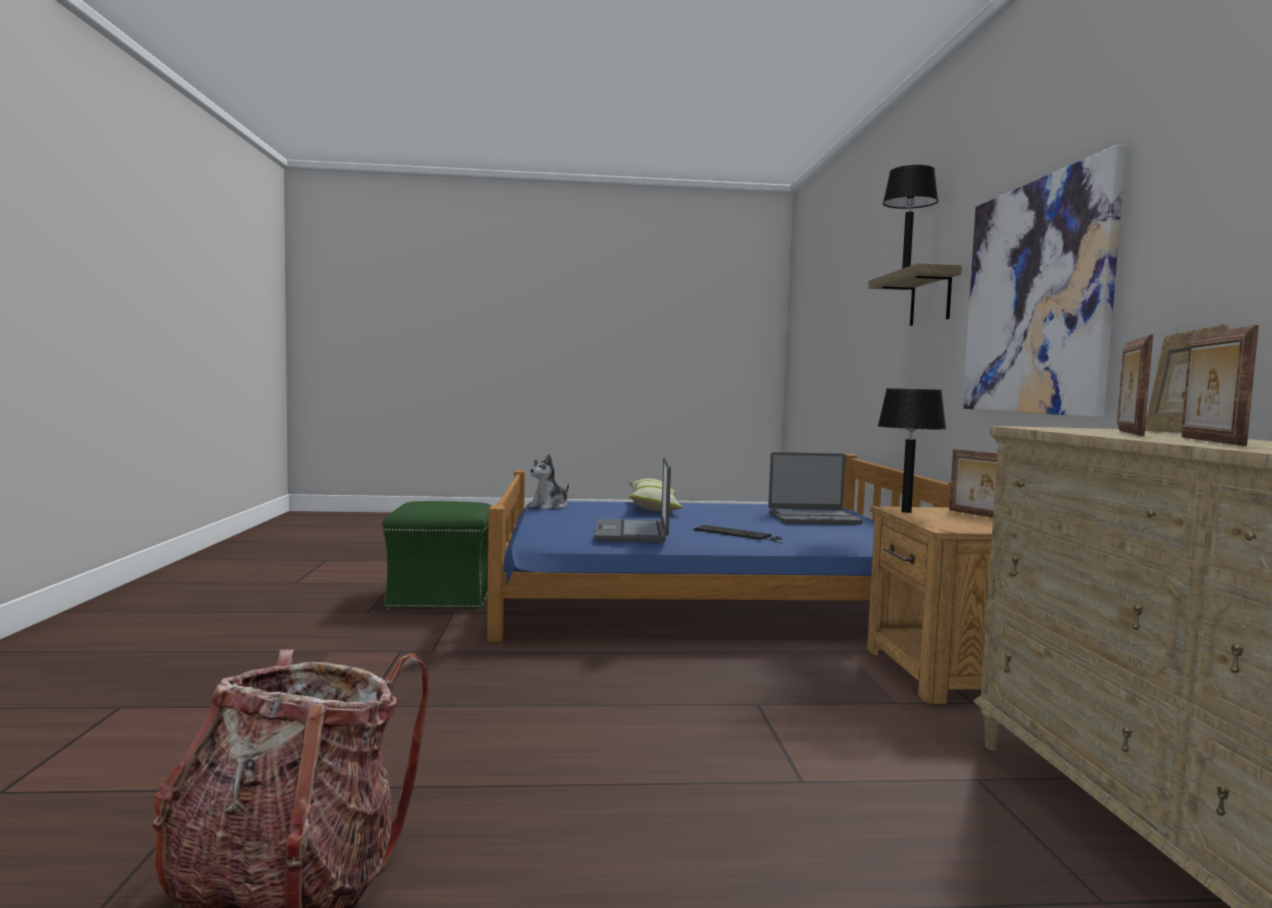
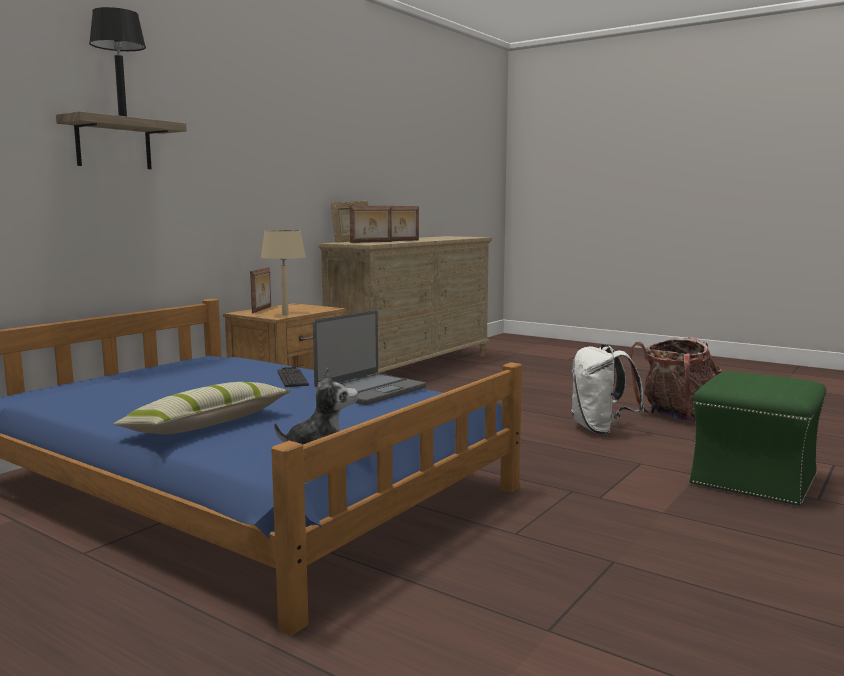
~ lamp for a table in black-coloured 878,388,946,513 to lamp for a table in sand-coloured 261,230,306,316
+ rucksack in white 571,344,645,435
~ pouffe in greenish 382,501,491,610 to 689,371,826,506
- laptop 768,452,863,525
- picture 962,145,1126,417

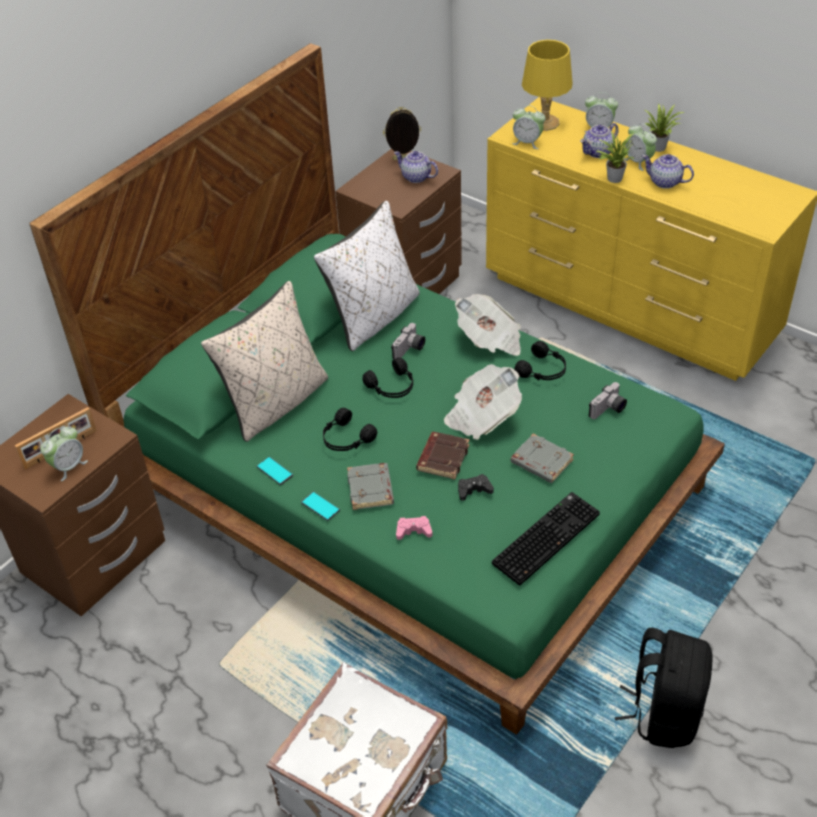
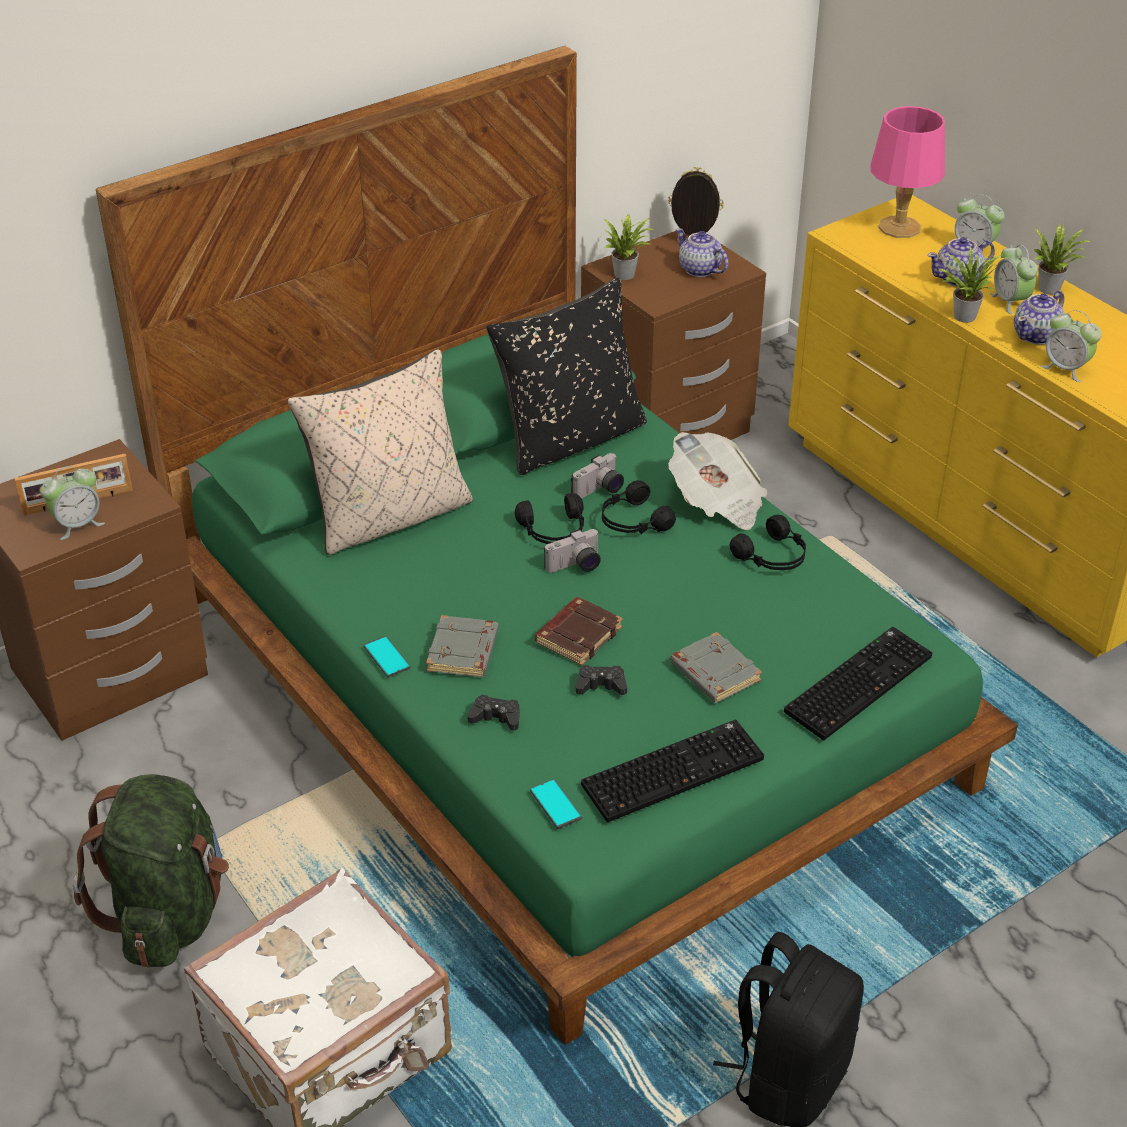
+ rucksack in greenish 73,774,229,967
~ joypad in pink 396,516,432,540 to joypad in black-coloured 467,695,520,731
~ throw pillow in white 314,201,420,351 to throw pillow in black-coloured 487,278,647,475
~ phone 257,457,293,485 to 530,779,582,829
~ still camera 589,382,627,419 to 544,529,601,573
~ headset in black-coloured 323,408,377,451 to 602,480,676,534
+ plant in a pot 603,215,654,280
+ PC keyboard 784,627,932,740
~ lamp for a table in yellowish 522,40,573,131 to lamp for a table in pink 870,106,945,238
~ pot for tea 642,154,694,189 = 1014,291,1064,345 90 degrees counterclockwise
~ bedside clock 512,105,545,149 to 1041,310,1102,382
- newspaper 444,364,522,440

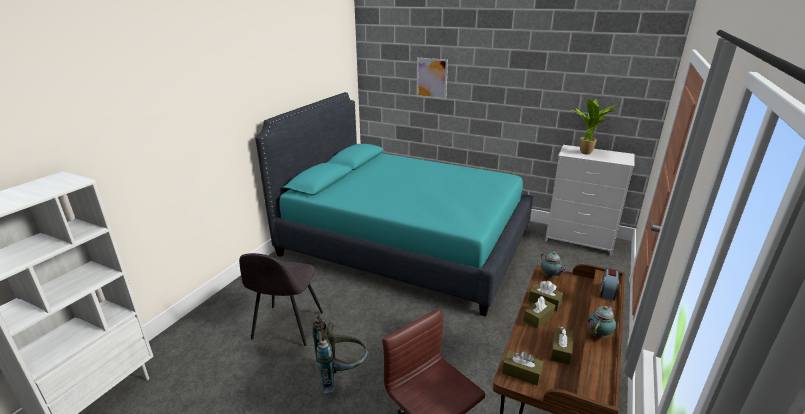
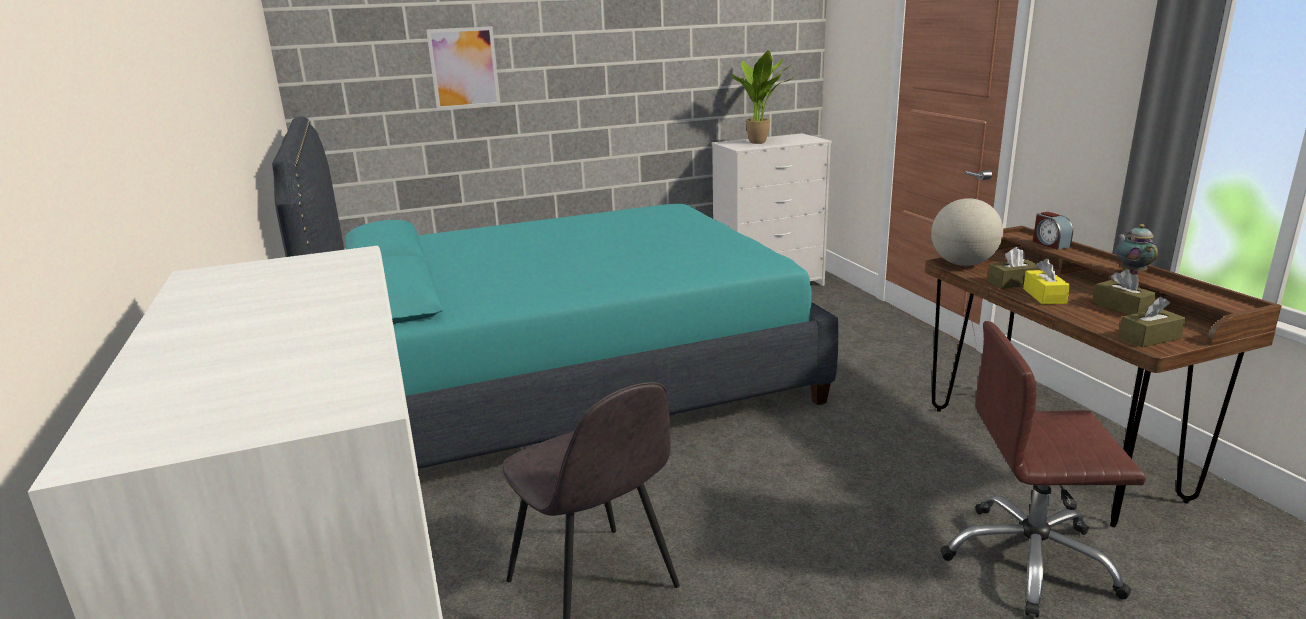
~ pot for tea 541,252,566,278 to globe 931,198,1003,266
~ tissue holder in brown-coloured 523,296,556,329 to tissue holder in yellowish 1023,259,1070,304
- rucksack in greyish 312,316,368,393

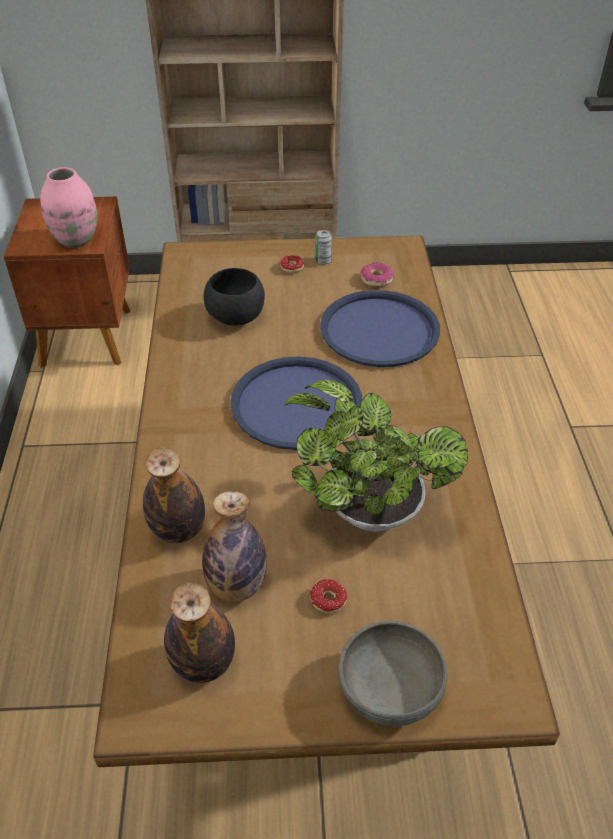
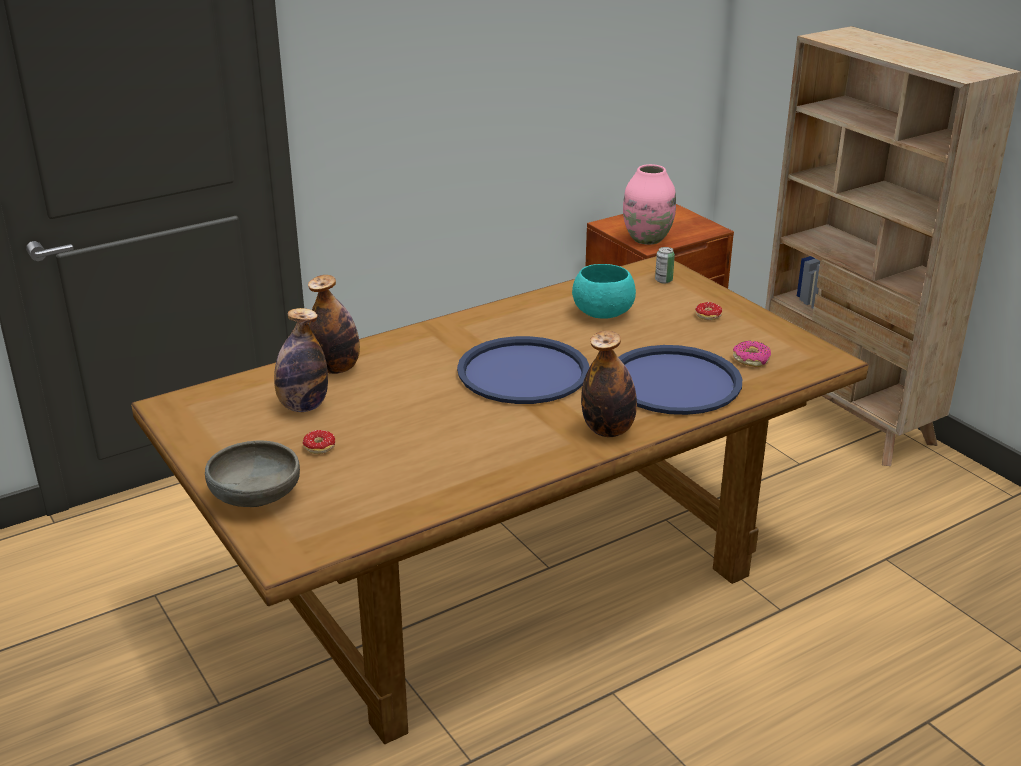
~ serving bowl in black-coloured 204,268,265,326 to serving bowl in blue-green 572,264,636,318
~ drink bottle 164,583,235,683 to 581,331,637,437
~ sealed can 315,230,332,265 to 655,247,675,284
- plant in a pot 282,380,468,532

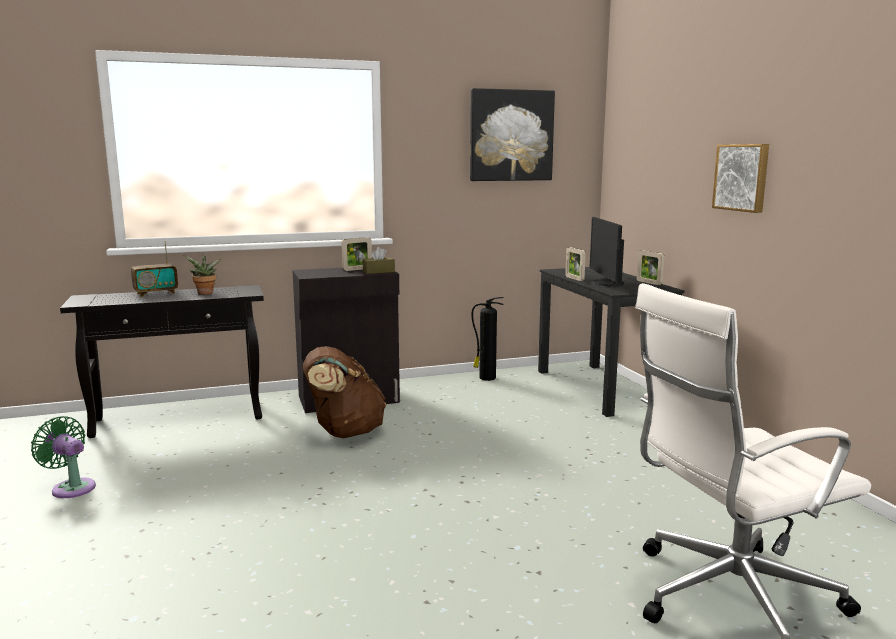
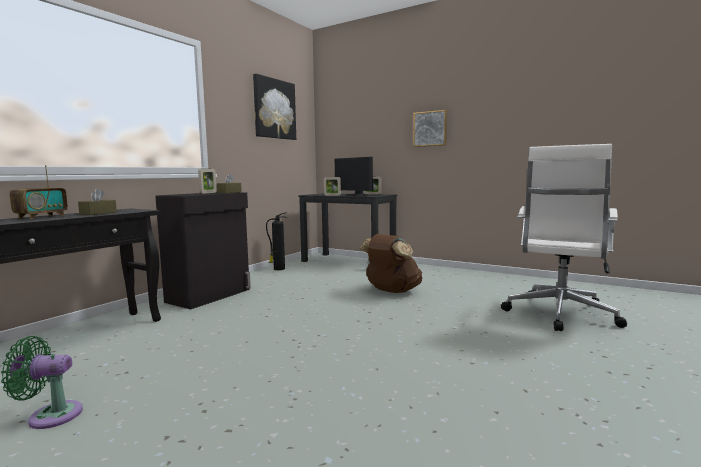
~ plant in a pot 183,253,221,295 to tissue holder in brown-coloured 78,188,117,215
~ rucksack in brown-coloured 303,346,386,438 to 360,234,422,293

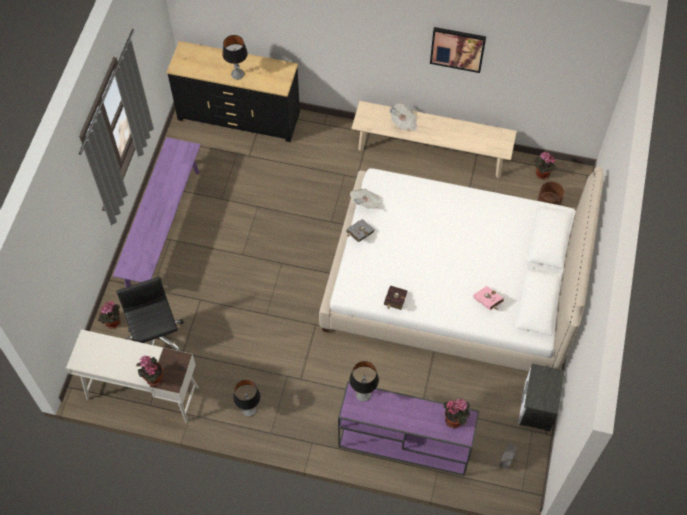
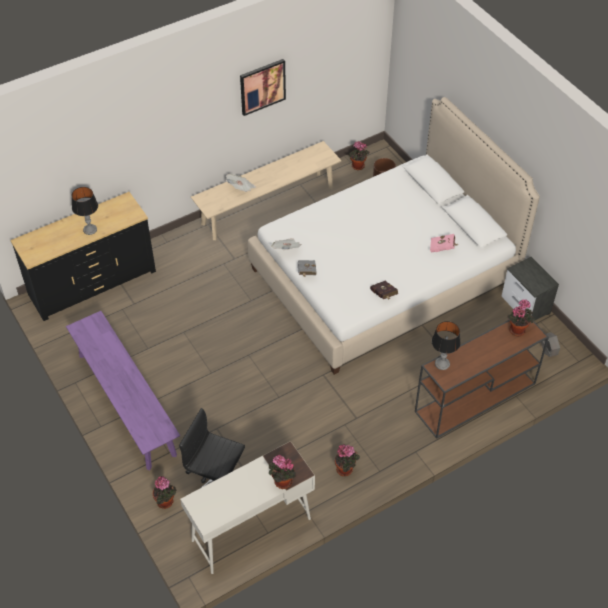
~ lamp for a table 233,380,261,417 to plant in a pot 335,445,360,476
~ console table in purple-coloured 338,381,479,476 to console table in brown-coloured 415,320,549,439

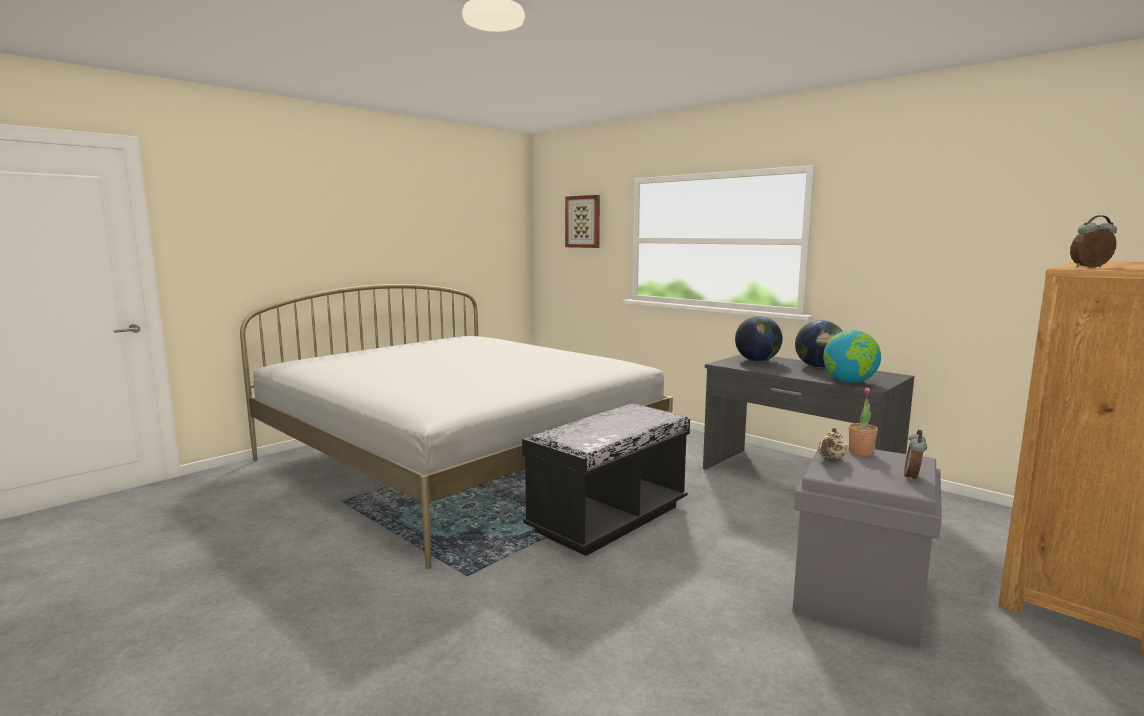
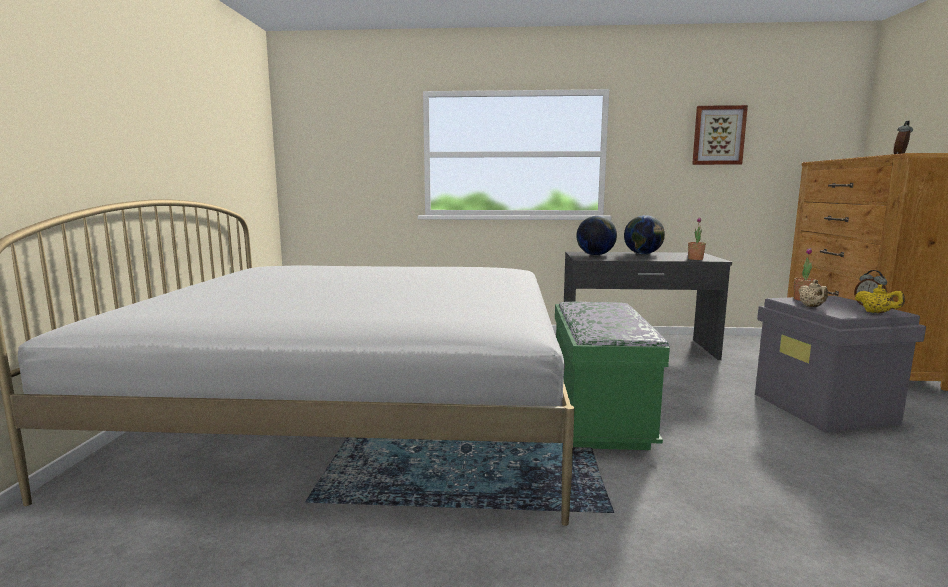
~ indoor bench in black-coloured 522,404,690,556 to indoor bench in greenish 555,302,670,450
~ globe 823,330,881,383 to plant in a pot 688,218,706,260
~ picture 565,195,600,248 to 692,105,748,165
+ pot for tea in yellowish 855,285,905,313

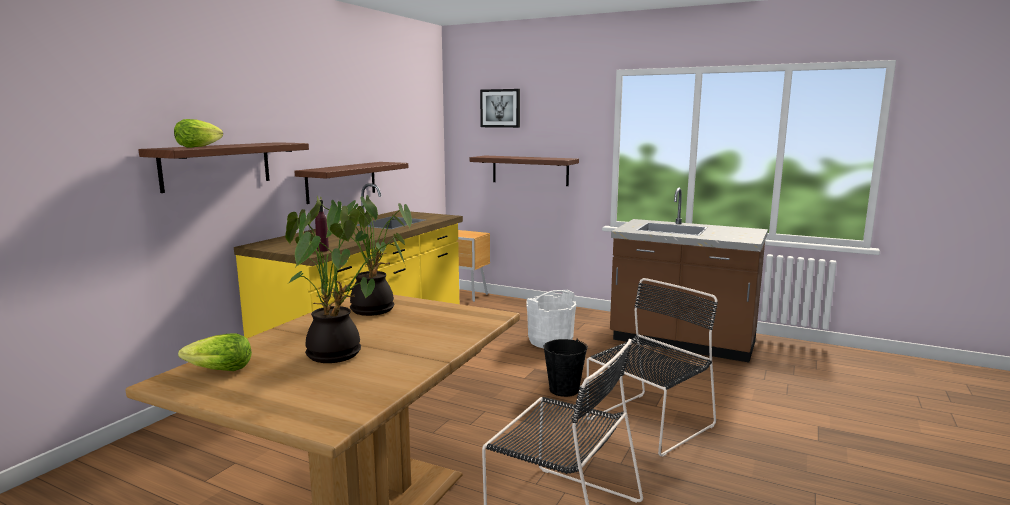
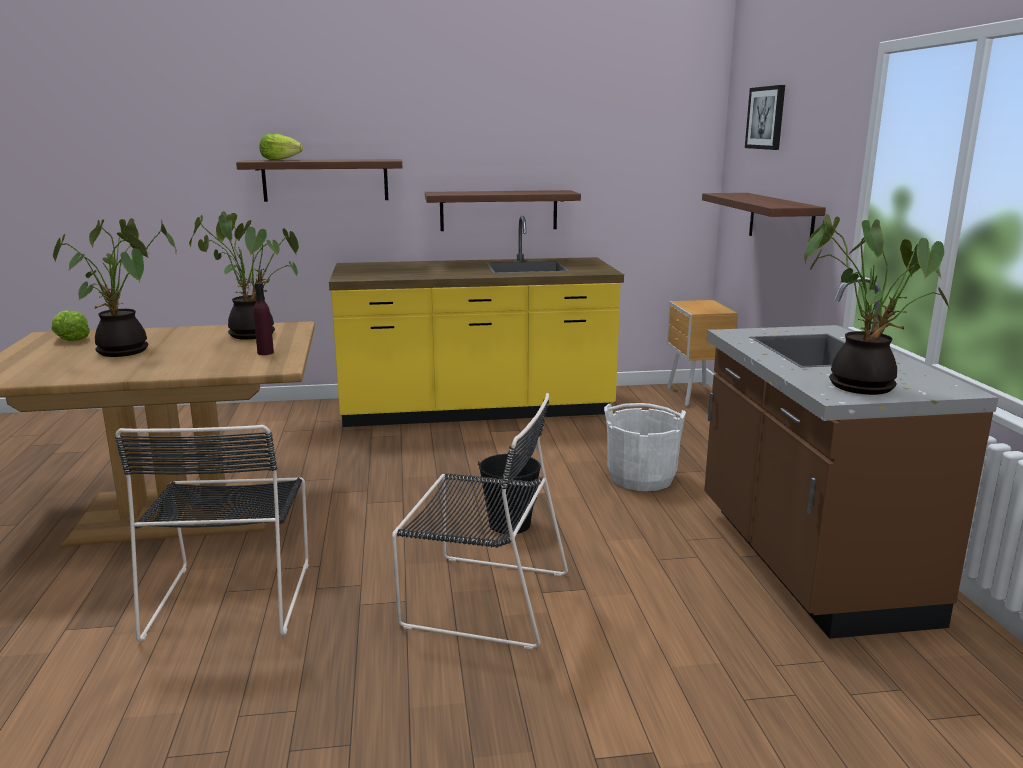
~ drink bottle in purple-coloured 315,200,329,252 to 254,283,274,355
+ plant in a pot 804,214,949,395

